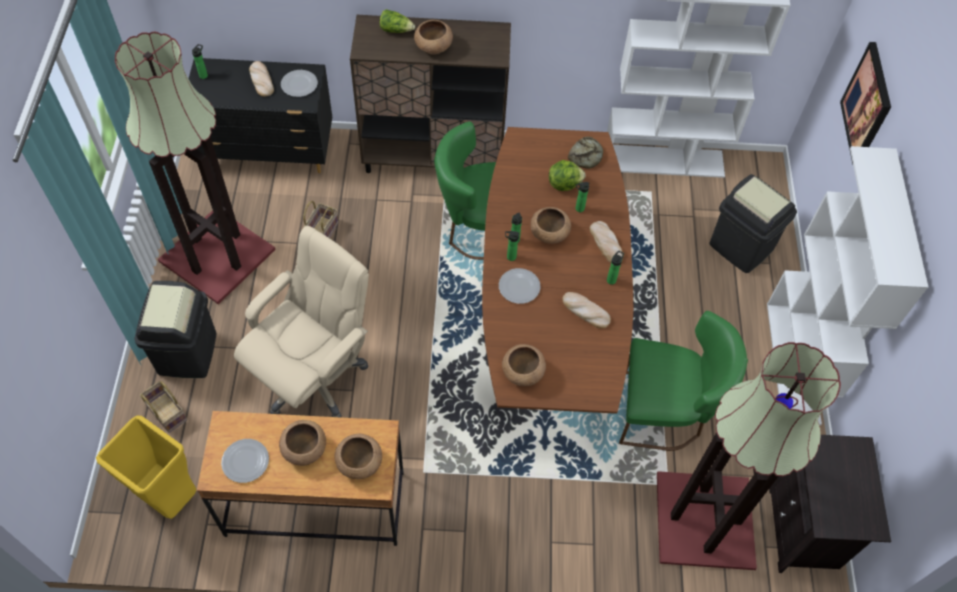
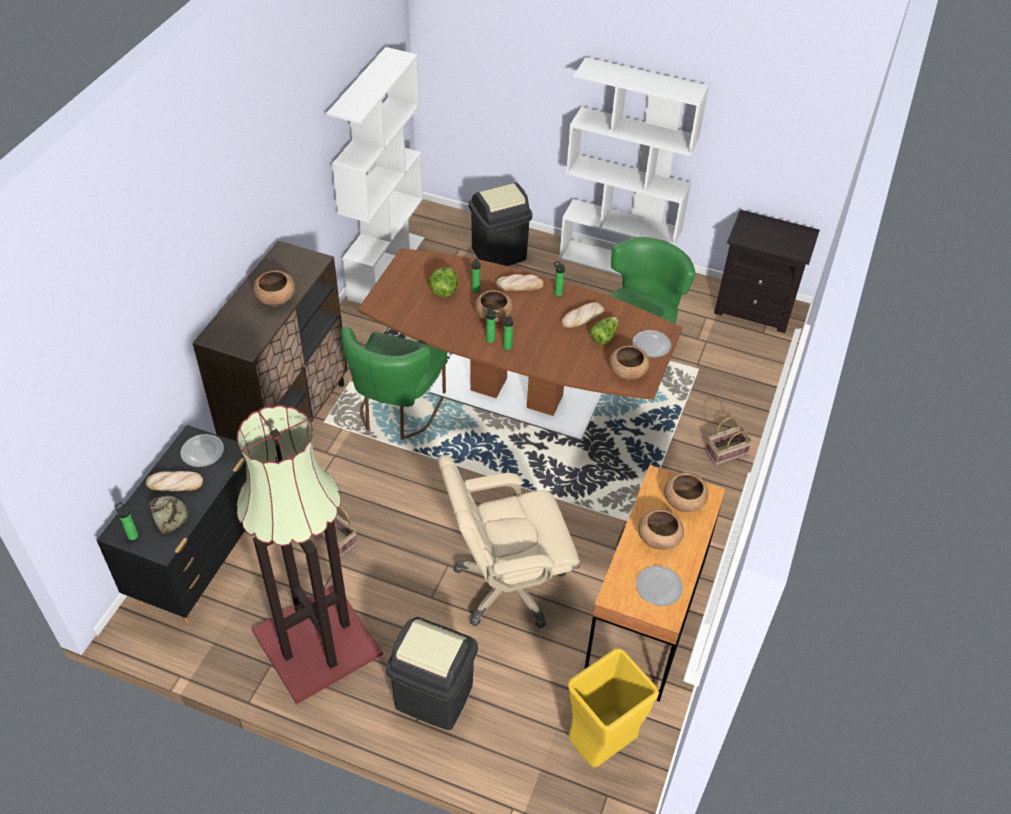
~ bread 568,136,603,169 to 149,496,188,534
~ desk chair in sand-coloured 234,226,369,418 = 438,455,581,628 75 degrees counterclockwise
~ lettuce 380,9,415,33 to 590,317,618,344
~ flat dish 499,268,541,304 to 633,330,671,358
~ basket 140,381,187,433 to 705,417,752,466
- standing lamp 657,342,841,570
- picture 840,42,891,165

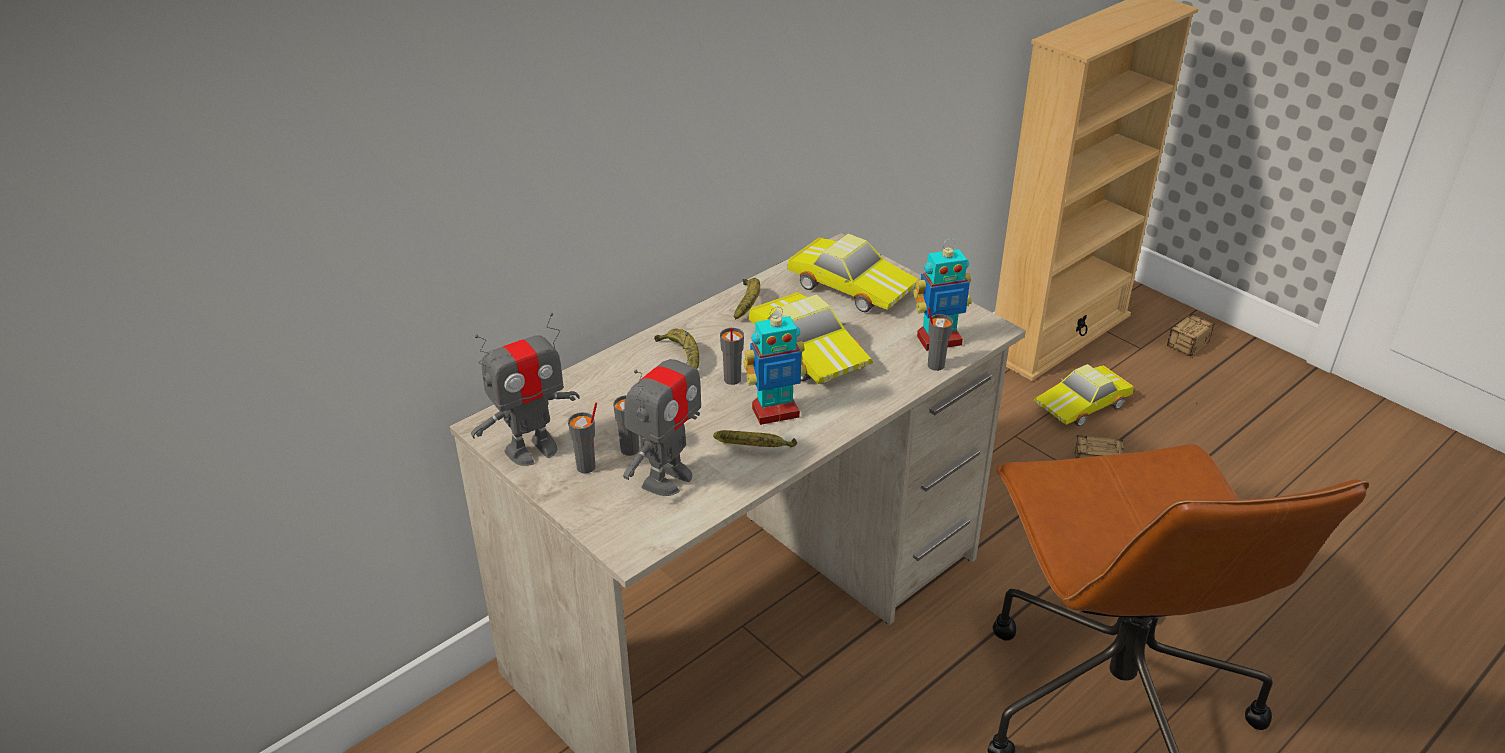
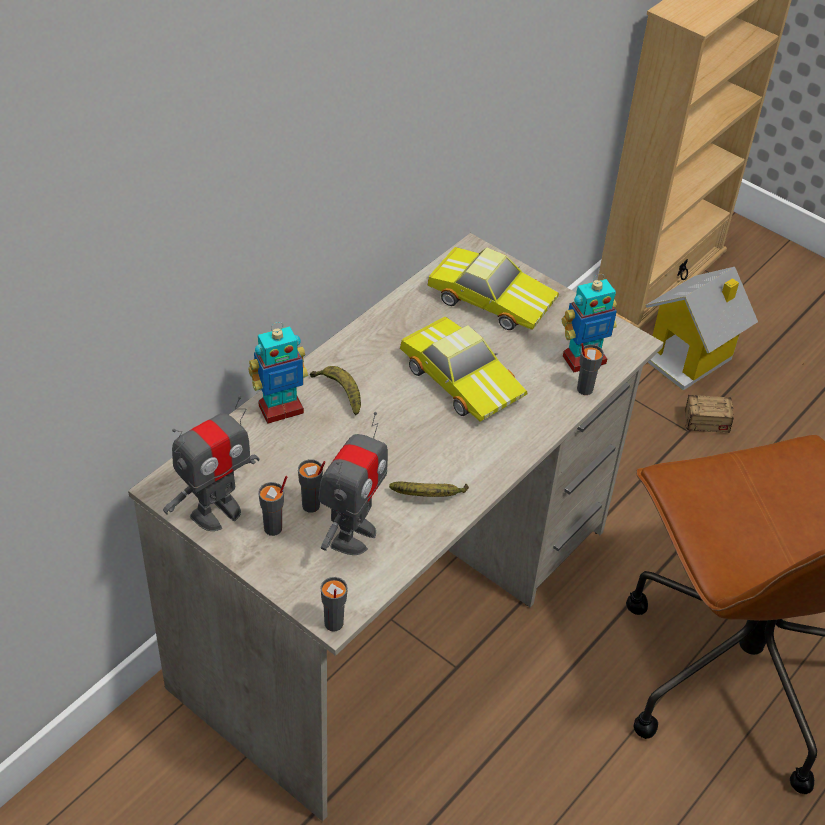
~ toy robot 744,307,806,425 to 248,322,308,424
~ small cup in greyish 720,327,744,385 to 321,577,348,632
~ miniature car 1034,364,1134,426 to miniature house 646,267,758,391
- banana fruit 734,278,760,319
- storage bin 1167,313,1214,356

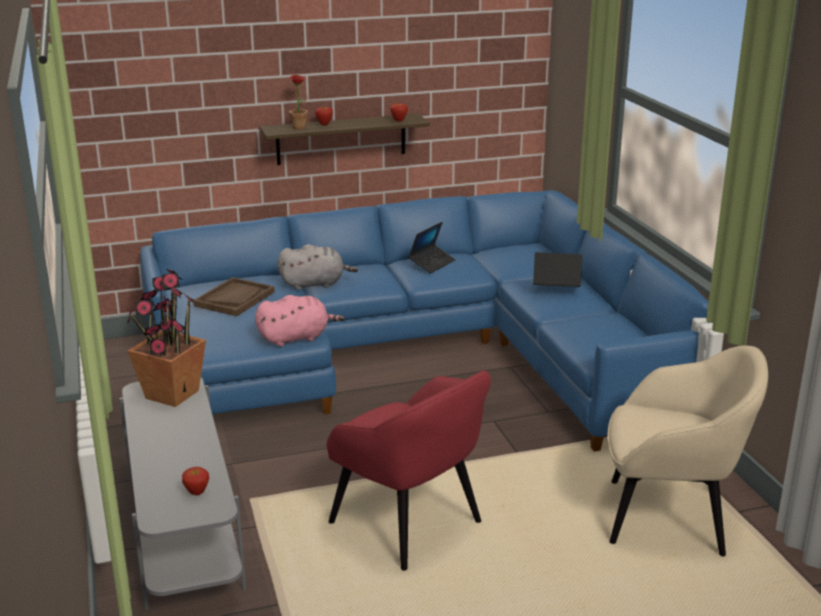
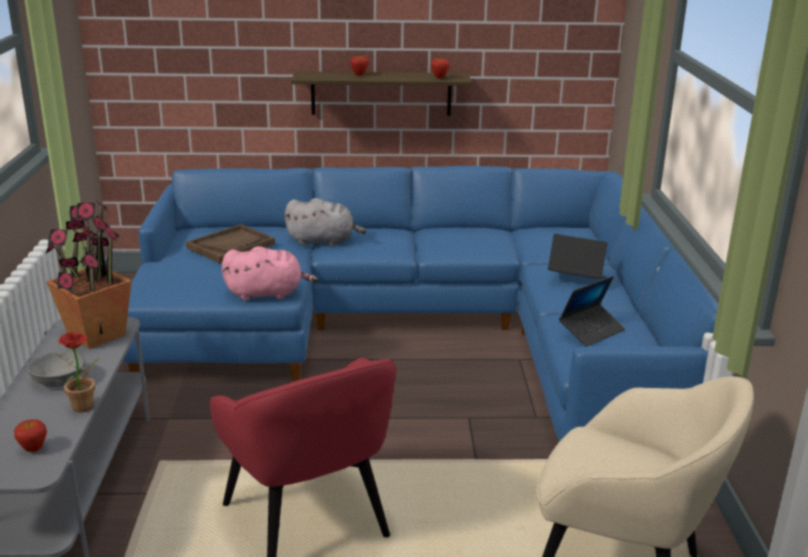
+ serving bowl in greyish 27,350,85,387
~ plant in a pot 285,75,311,129 to 56,332,99,412
~ laptop 408,222,456,273 to 559,276,626,347

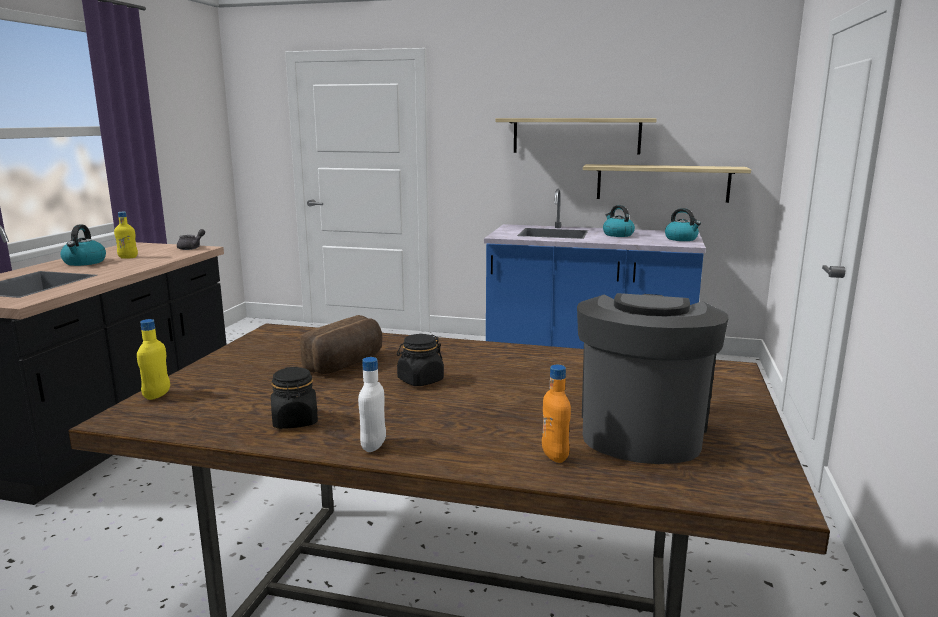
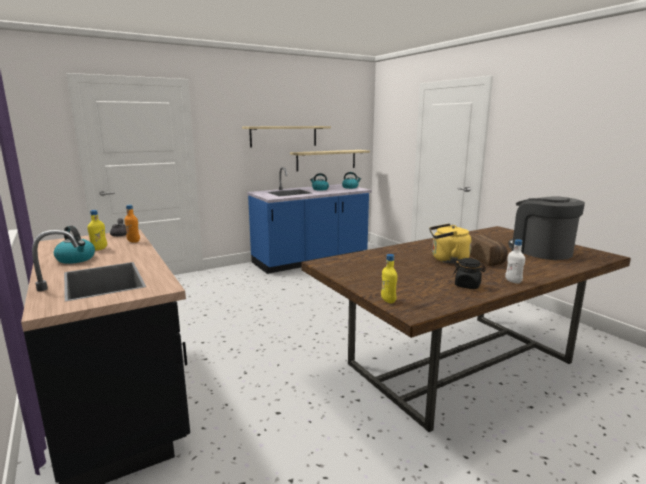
~ drink bottle in orangey 542,365,571,463 to 124,205,140,243
~ jar in black-coloured 397,334,444,386 to kettle in yellowish 429,224,471,263
~ bread 300,315,382,374 to 470,234,508,266

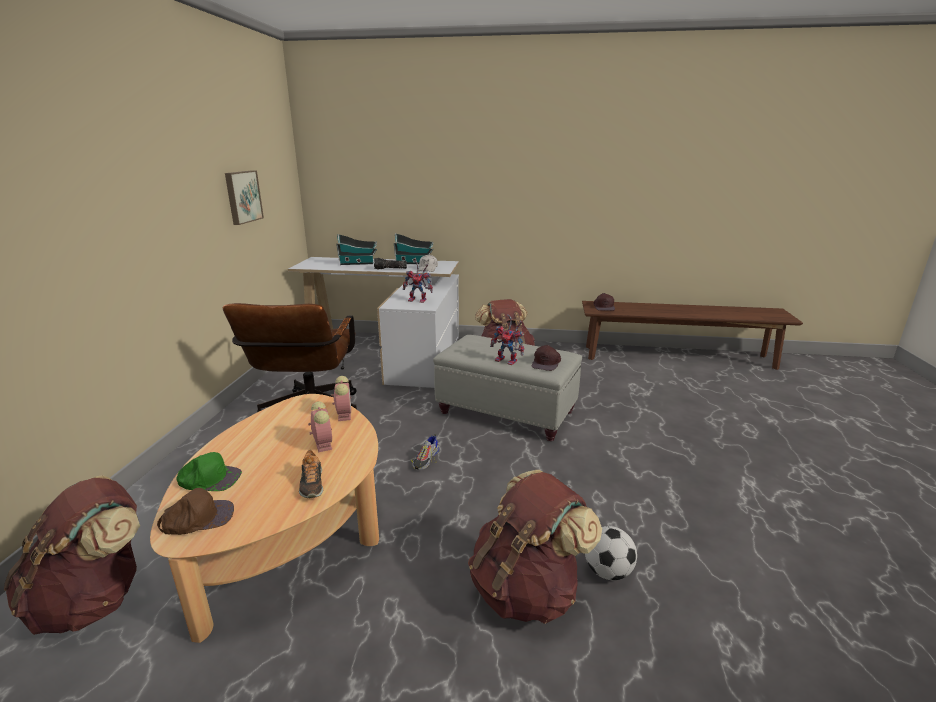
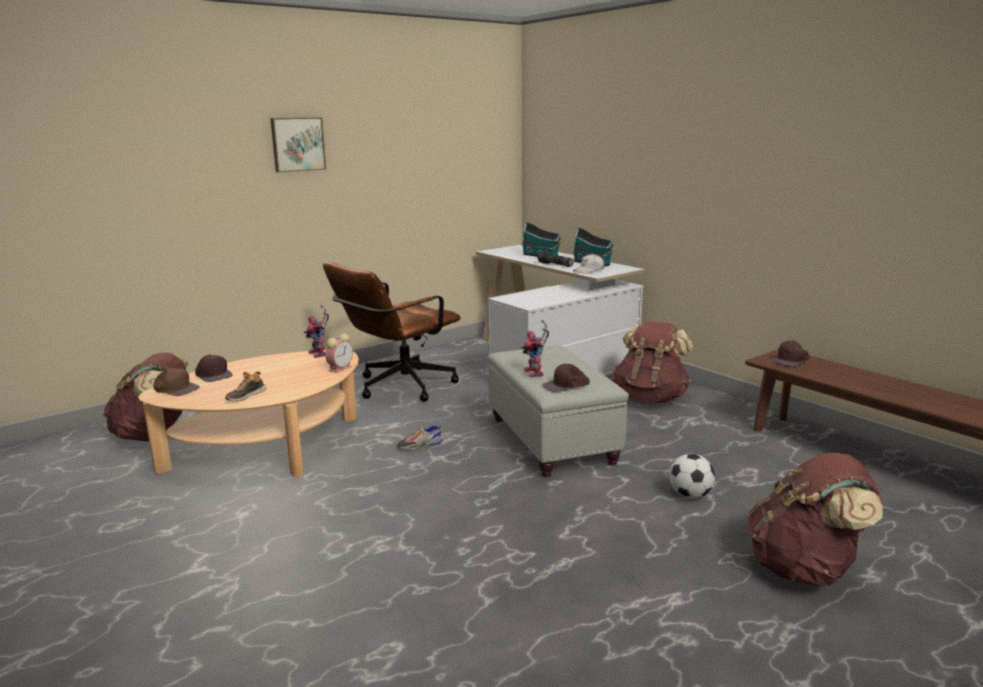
~ cap in greenish 176,452,242,491 to cap in brown-coloured 195,355,233,382
~ picture 225,170,264,225 to 270,117,326,172
~ toy robot 403,260,433,303 to 304,305,329,358
~ ball for football 585,526,637,580 to 669,454,715,499
~ rucksack in brown-coloured 468,470,602,624 to 748,453,882,586
- bedside clock 308,401,332,453

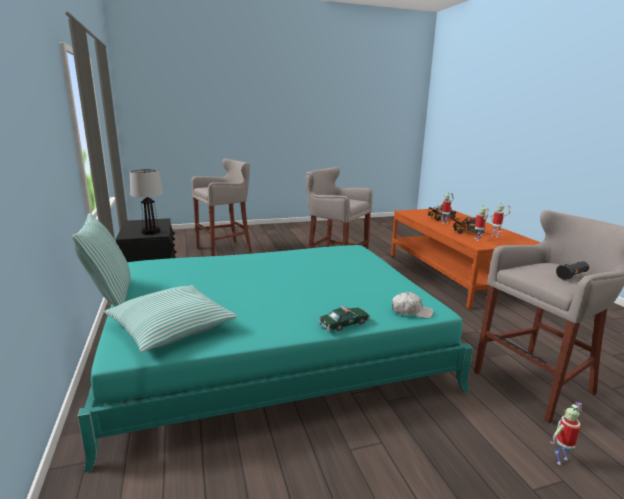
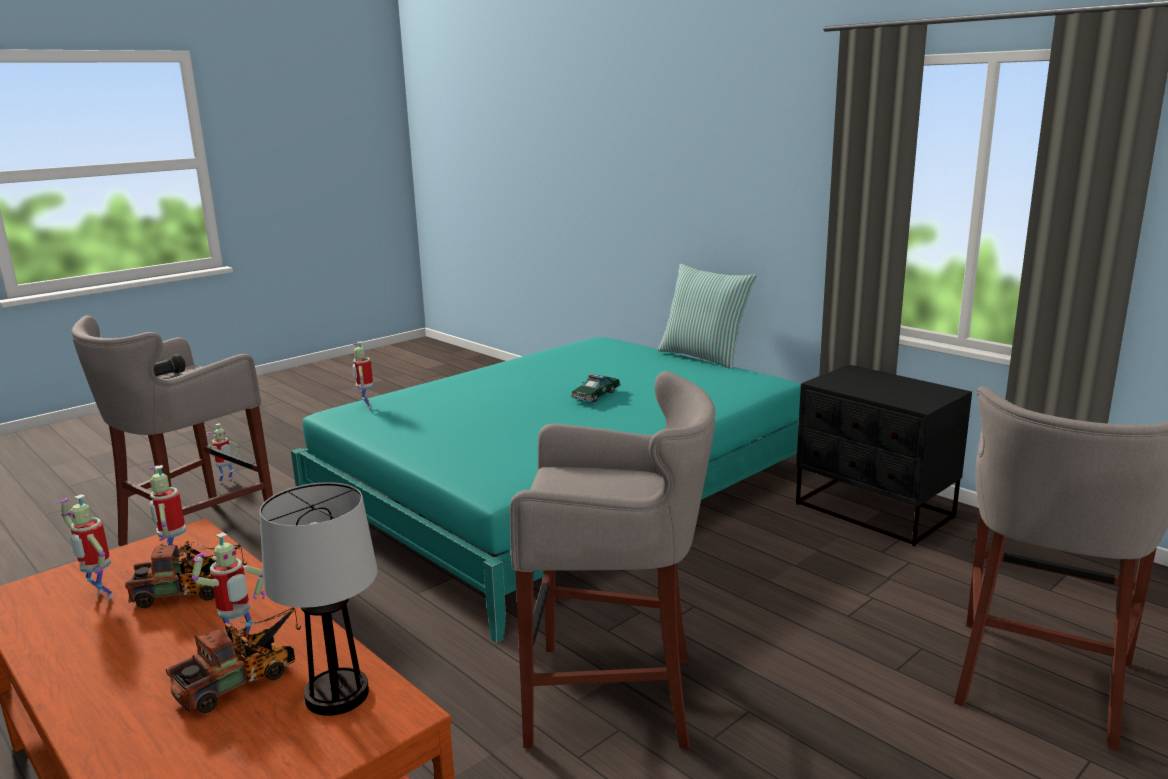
~ lamp for a table 130,169,163,235 to 259,482,378,716
~ cap in white 392,292,433,319 to toy robot 352,341,373,409
~ miniature car 318,305,370,331 to 571,374,621,402
- throw pillow 104,285,238,352

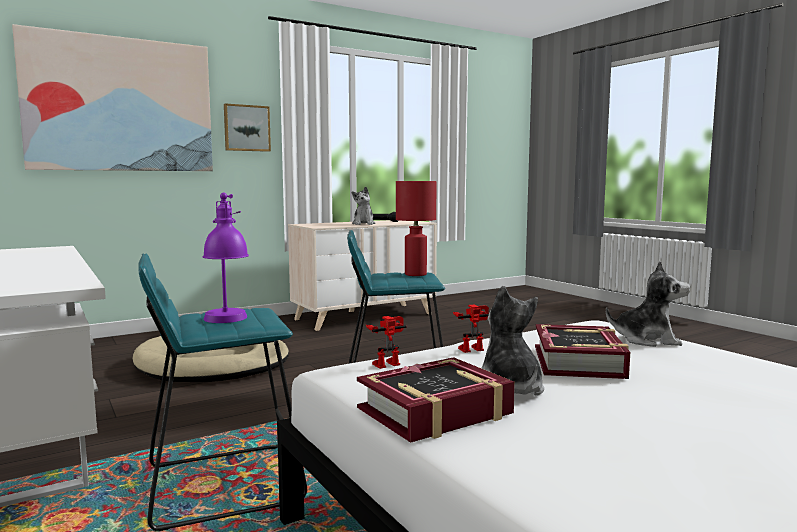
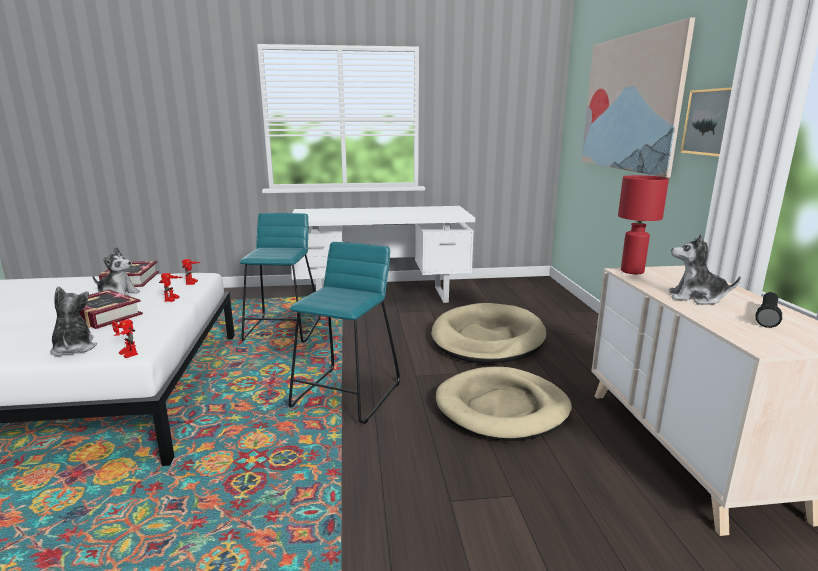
~ plush toy 606,261,690,347 = 50,286,97,356 120 degrees clockwise
+ toy robot 112,319,138,358
+ dog cushion in sand-coloured 436,367,572,441
~ lamp for a table in reddish 396,181,437,276 to 618,175,669,274
- lamp for a table in purple-coloured 203,193,249,323

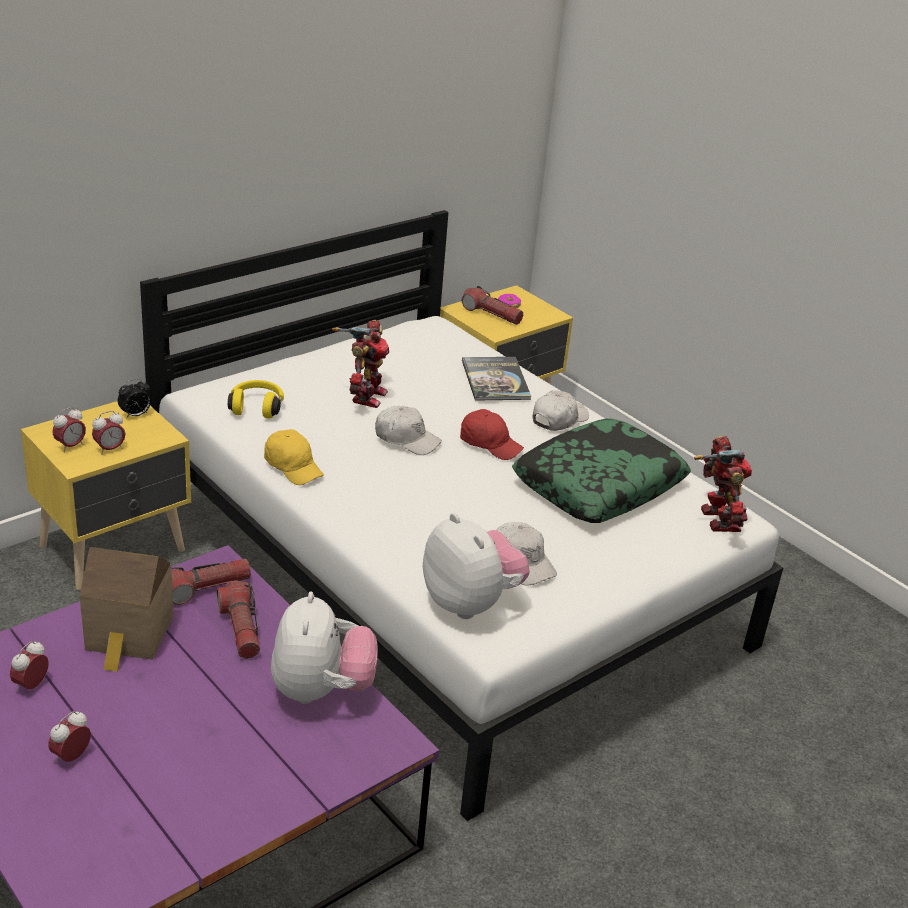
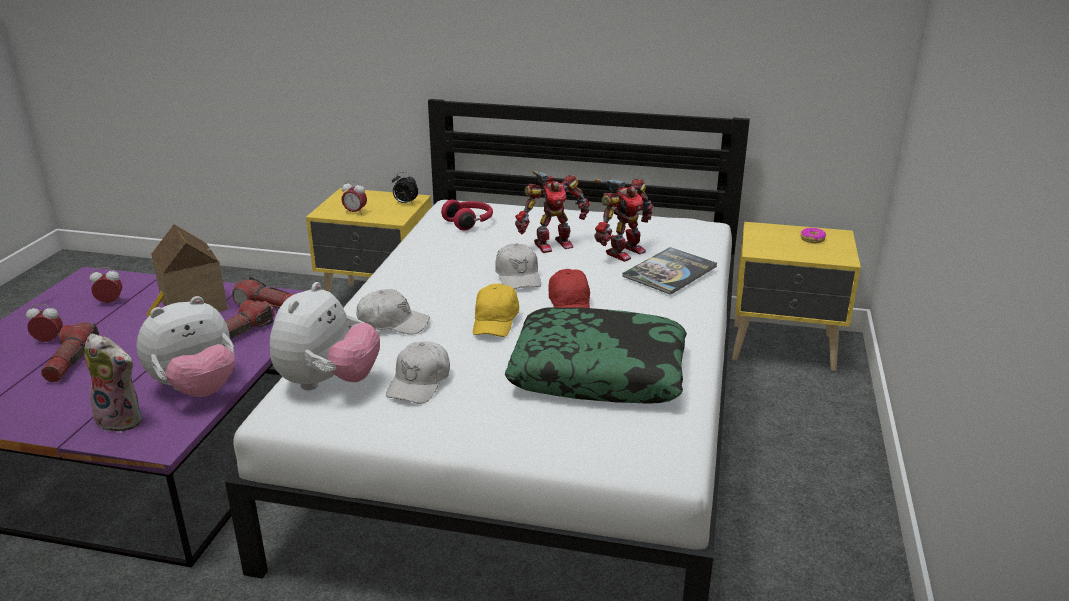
~ torch 462,286,523,325 to 41,322,99,382
+ plush toy 85,334,141,433
~ cap in white 533,390,589,431 to 357,289,430,335
~ headset in yellowish 228,380,284,419 to headset in reddish 441,199,493,231
~ cap in yellowish 264,429,324,485 to 473,283,519,337
~ toy robot 694,436,752,532 to 594,179,654,262
- bedside clock 53,407,86,452

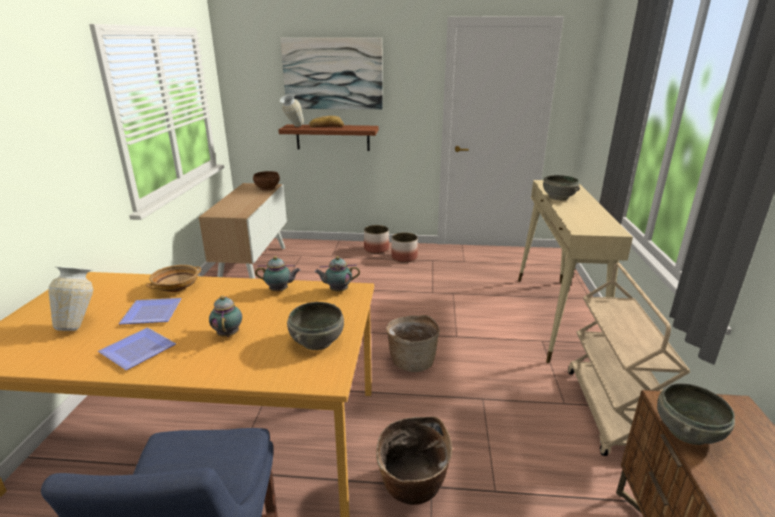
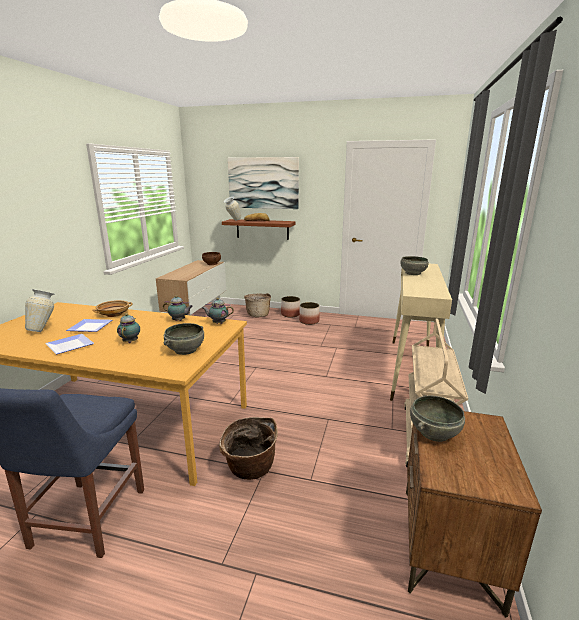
~ basket 386,315,440,372 to 244,293,271,317

